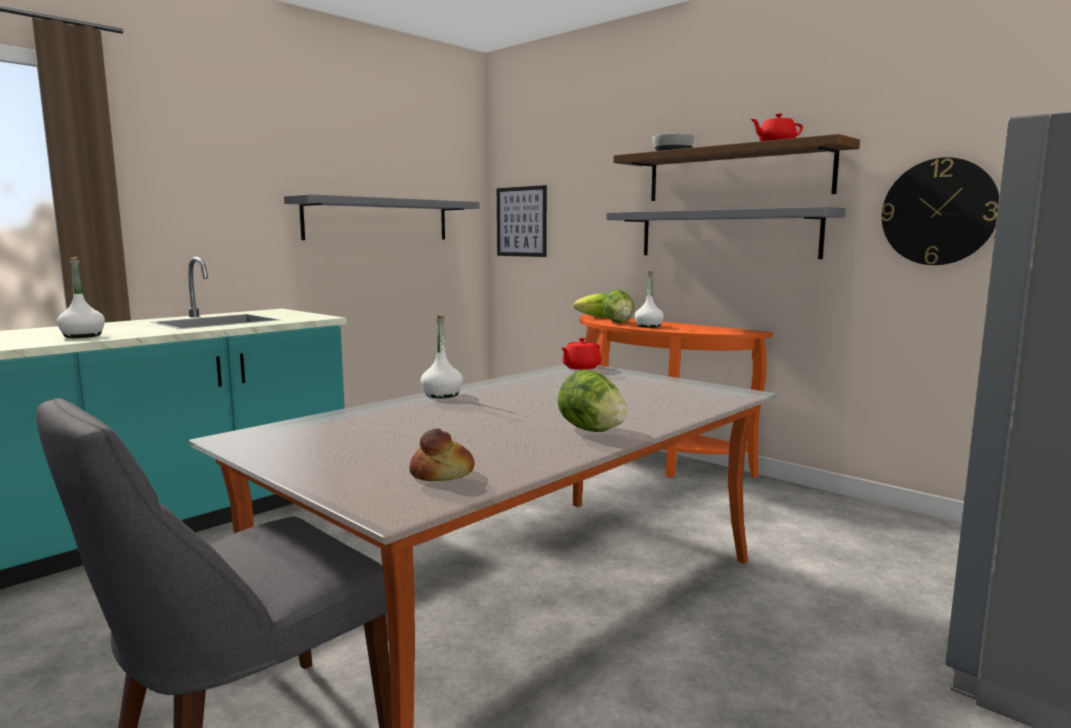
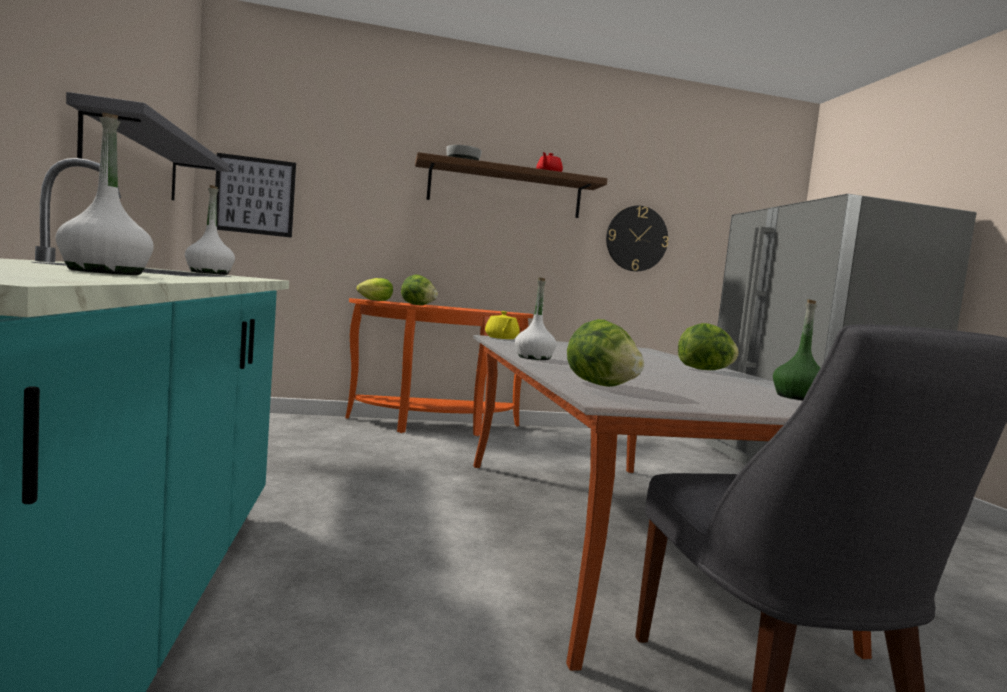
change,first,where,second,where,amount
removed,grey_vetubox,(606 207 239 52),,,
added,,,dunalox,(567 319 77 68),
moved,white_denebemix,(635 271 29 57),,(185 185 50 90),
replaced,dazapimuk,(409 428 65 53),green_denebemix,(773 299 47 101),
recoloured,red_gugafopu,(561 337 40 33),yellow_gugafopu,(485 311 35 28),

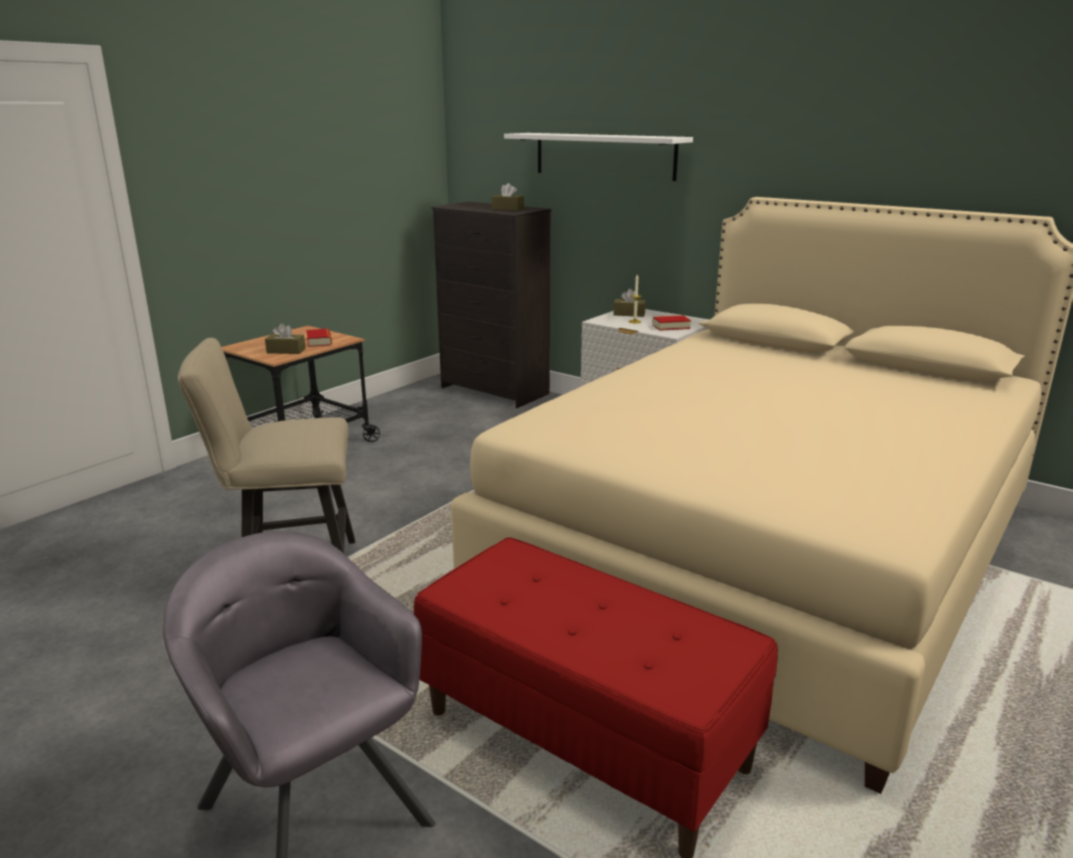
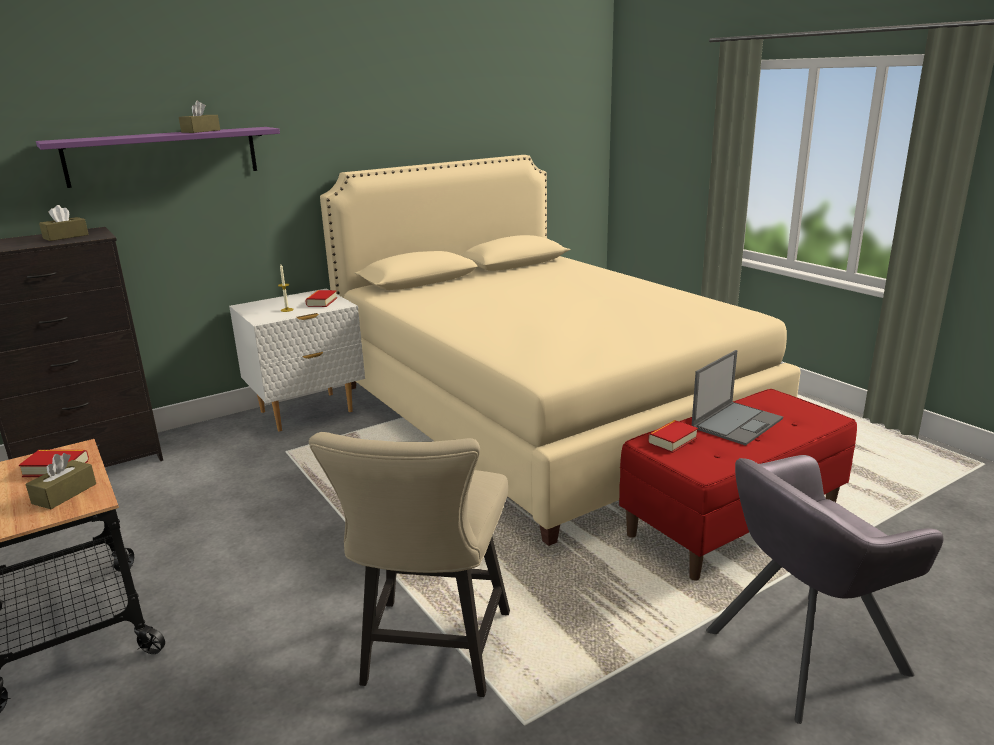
change,first,where,second,where,amount
added,,,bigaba,(648 420 50 33),
added,,,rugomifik,(691 350 92 96),
moved,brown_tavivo,(614 288 32 29),,(179 101 41 32),
recoloured,white_vetubox,(504 133 189 48),purple_vetubox,(36 127 244 61),

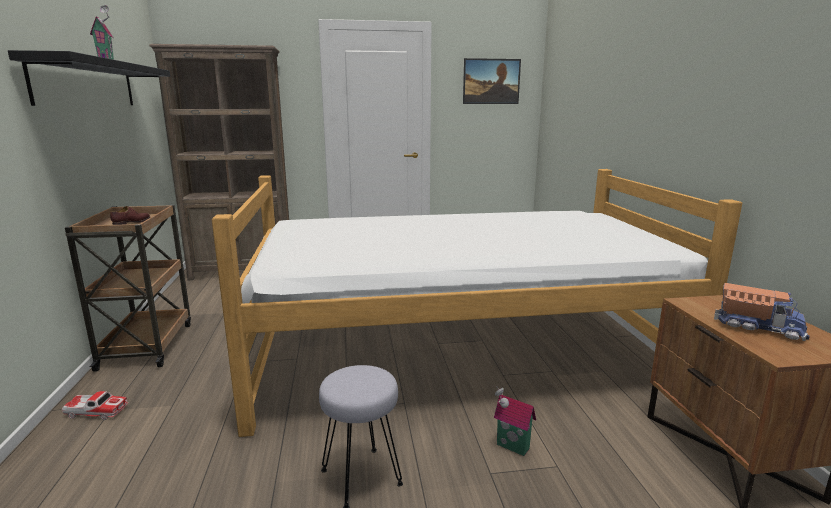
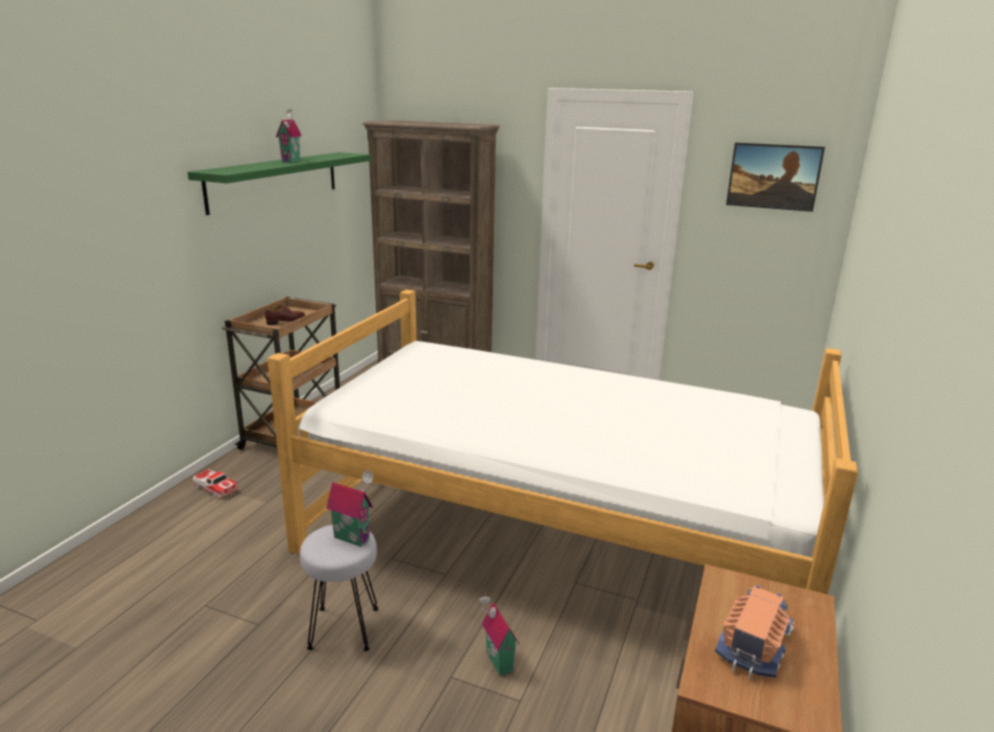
change,first,where,second,where,amount
added,,,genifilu,(326 471 47 76),
recoloured,black_vetubox,(8 50 162 56),green_vetubox,(188 152 183 63),
turned,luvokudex,(714 283 96 58),,(715 585 79 94),120 degrees counterclockwise

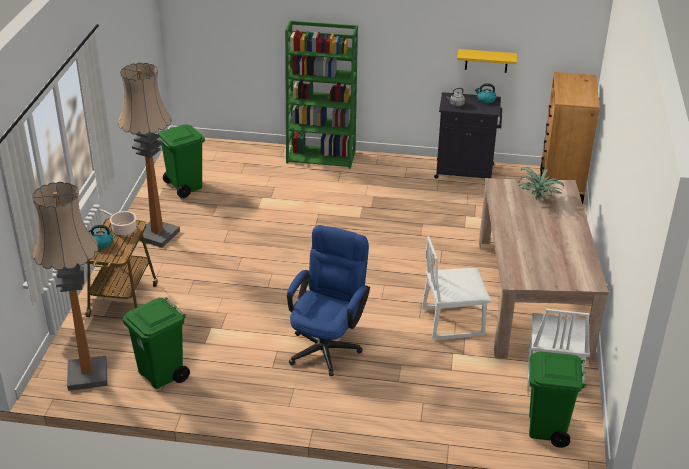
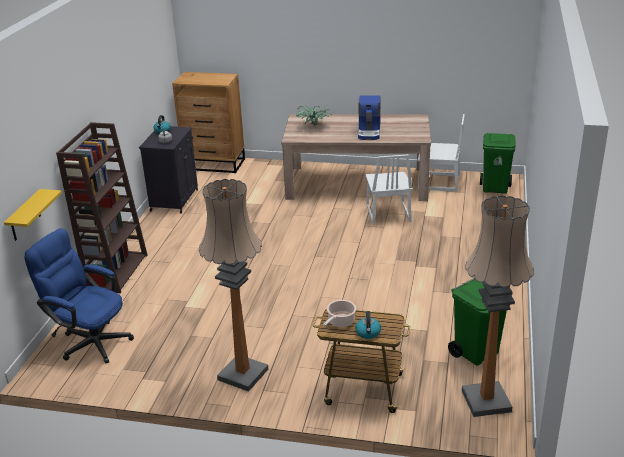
change,first,where,second,where,amount
removed,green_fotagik,(158 124 47 74),,,
added,,,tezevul,(358 95 23 45),
moved,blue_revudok,(287 225 83 151),,(24 228 110 136),
moved,yellow_vetubox,(457 49 60 24),,(4 189 58 52),
recoloured,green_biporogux,(285 21 73 148),brown_biporogux,(56 122 92 171),

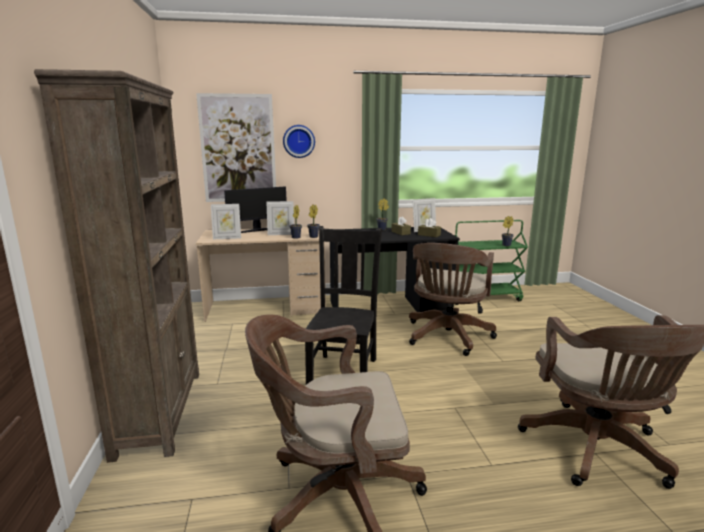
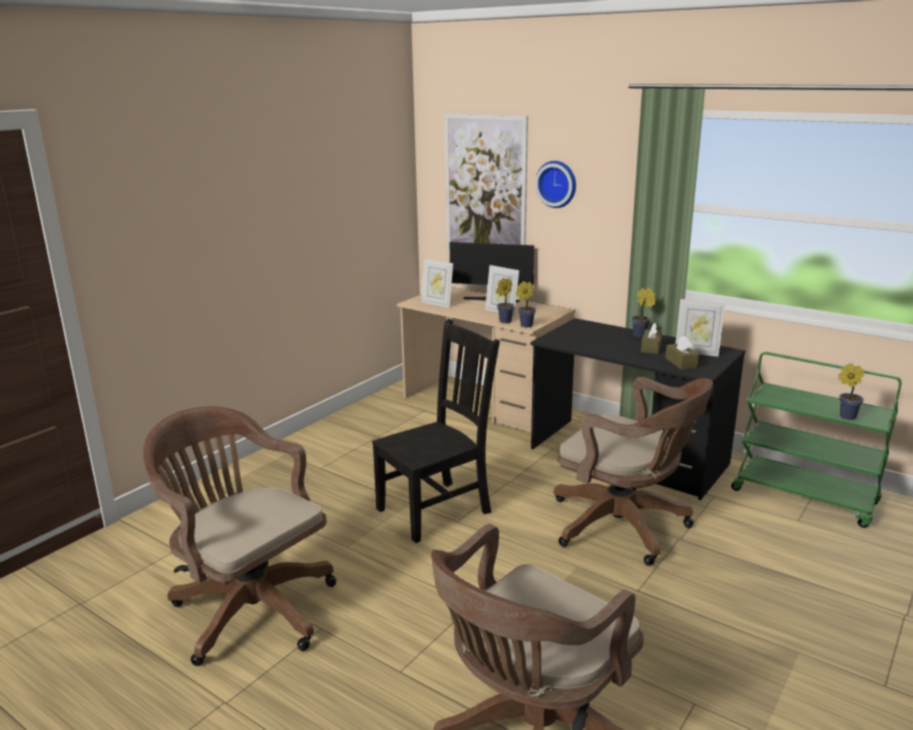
change,first,where,second,where,amount
removed,brown_biporogux,(34 69 165 394),,,
turned,brown_revudok,(409 243 88 113),,(554 377 159 189),120 degrees counterclockwise

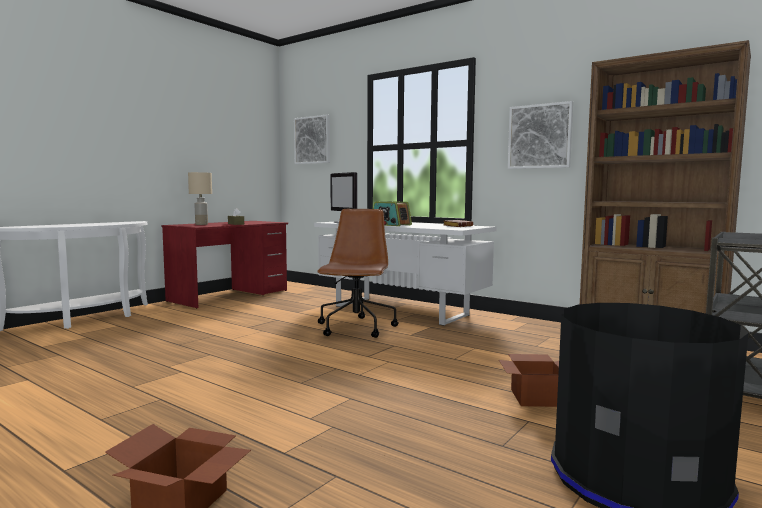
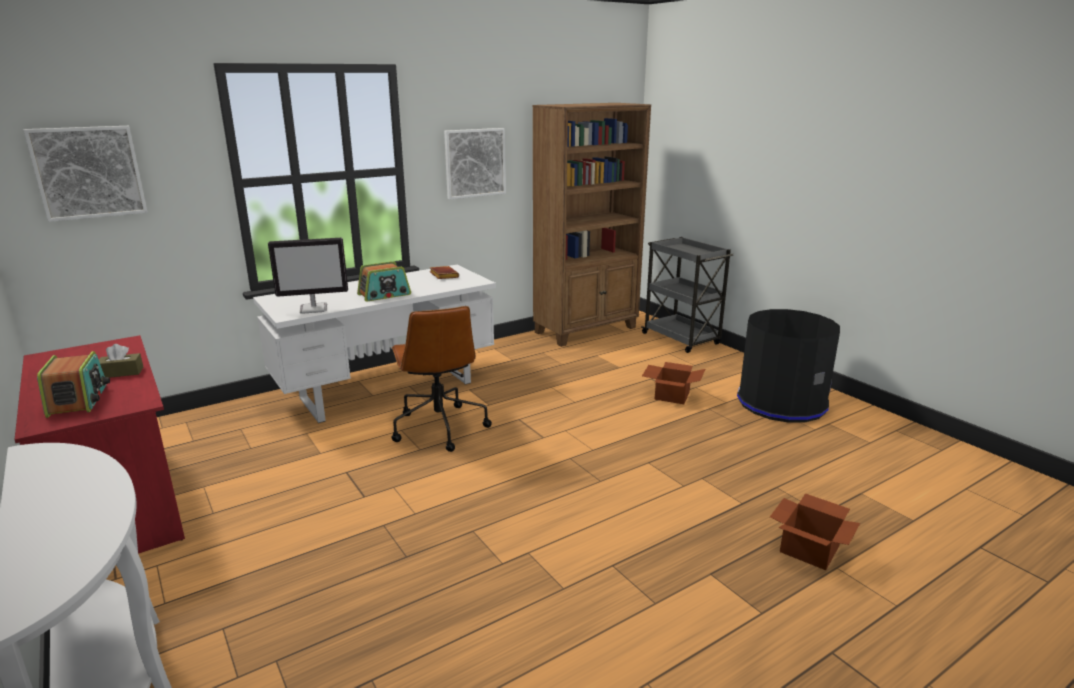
change,first,where,second,where,amount
replaced,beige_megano,(188 172 24 53),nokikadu,(37 351 73 67),
turned,brown_revudok,(317 209 82 129),,(391 306 101 146),135 degrees counterclockwise

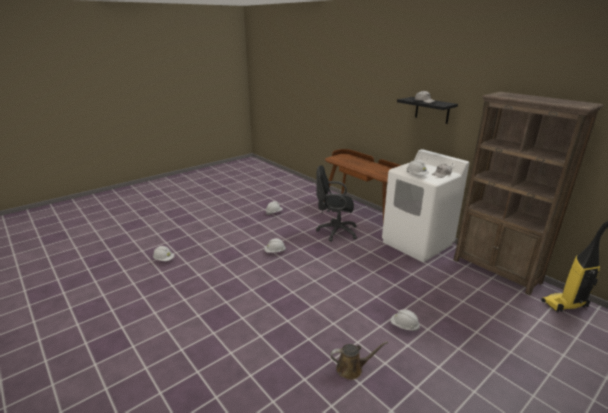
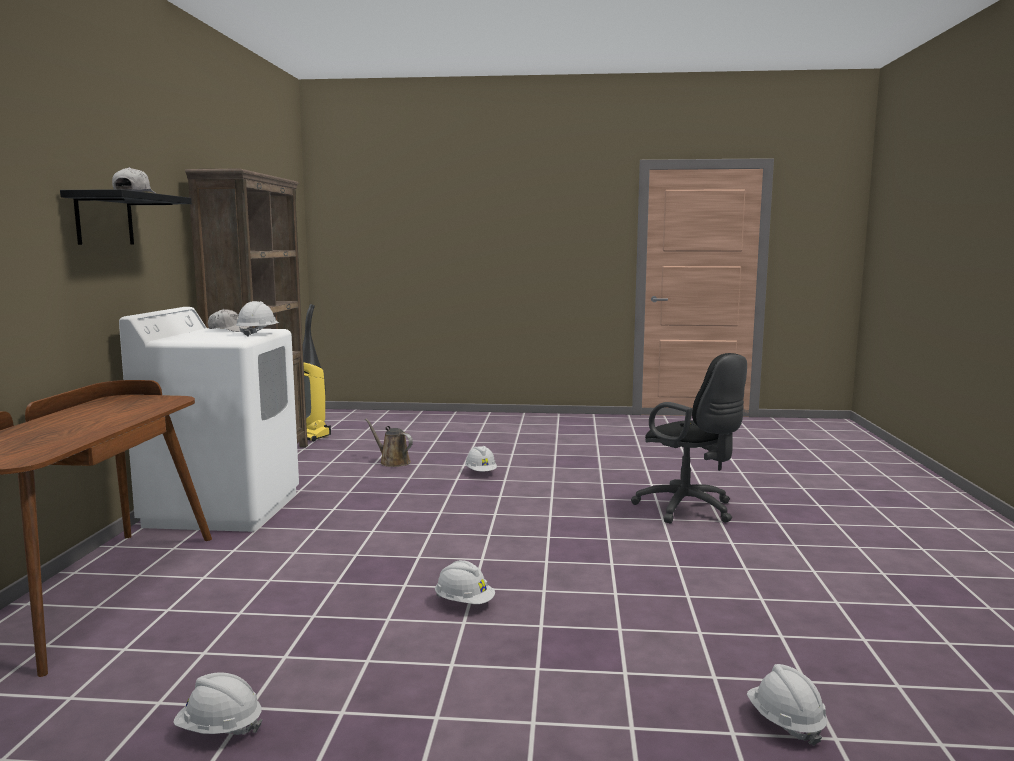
change,first,where,second,where,amount
moved,black_revudok,(316 166 41 76),,(631 353 116 170),
moved,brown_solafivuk,(330 341 58 39),,(365 418 48 49),

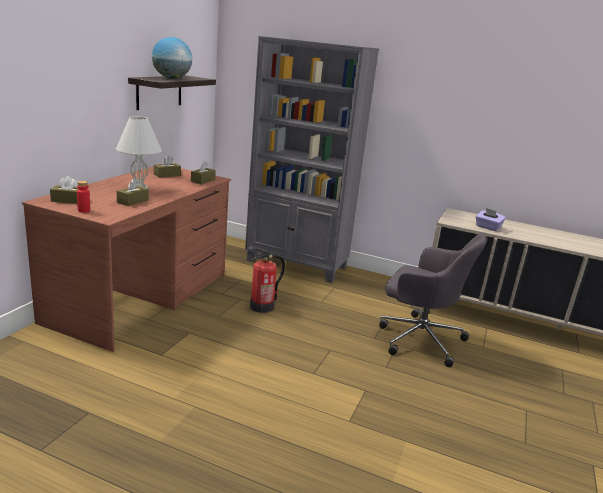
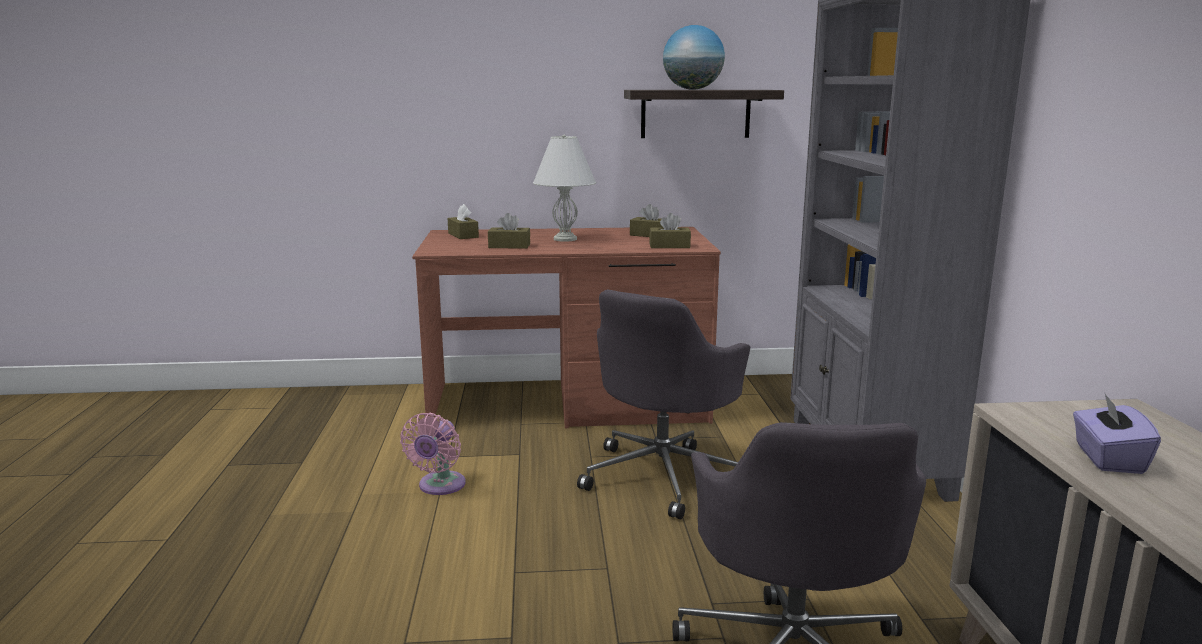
change,first,where,second,where,amount
removed,red_denebemix,(77 181 13 32),,,
added,,,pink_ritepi,(400 413 66 82),
replaced,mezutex,(250 248 35 65),grey_revudok,(577 290 173 229),

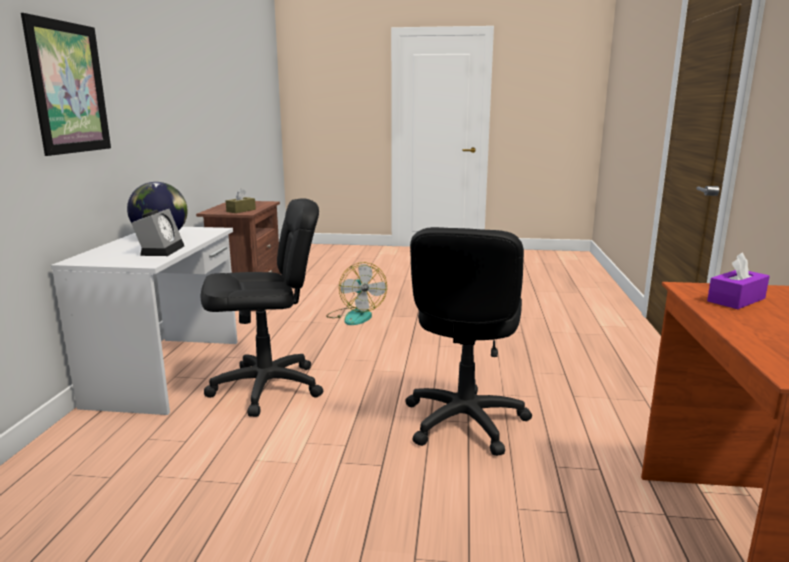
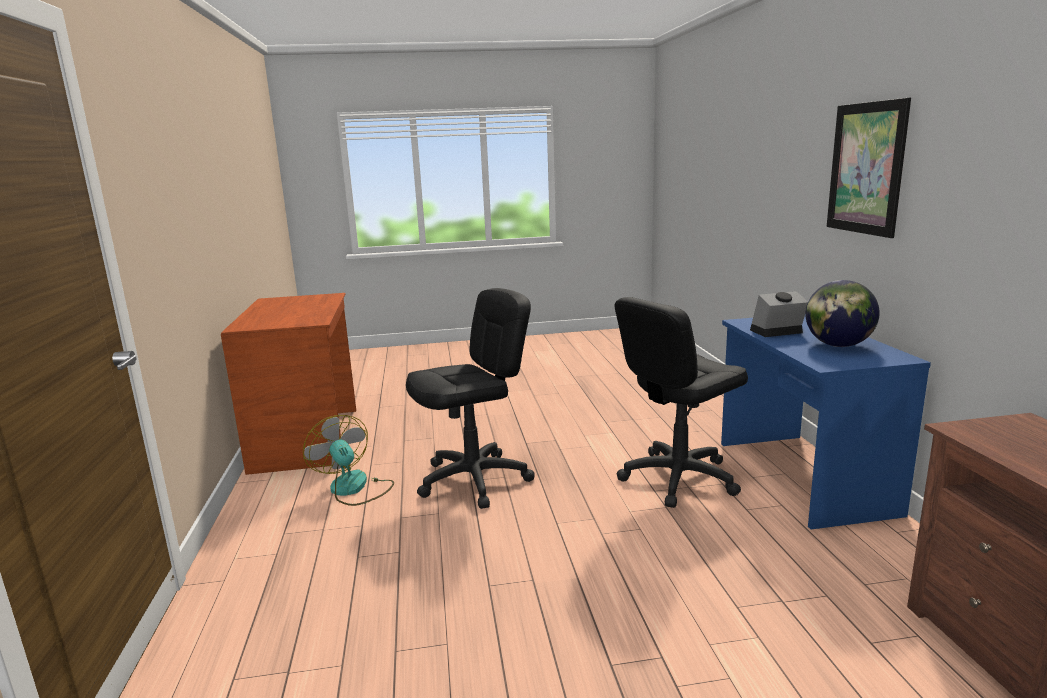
change,first,where,second,where,amount
removed,brown_tavivo,(226 188 30 25),,,
removed,purple_tavivo,(707 252 63 57),,,
moved,ritepi,(326 262 61 63),,(303 415 91 91),
recoloured,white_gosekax,(51 227 187 188),blue_gosekax,(721 313 210 216),
turned,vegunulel,(131 209 53 47),,(750 291 58 46),90 degrees clockwise
turned,black_revudok,(405 227 127 229),,(406 288 129 221),60 degrees clockwise

